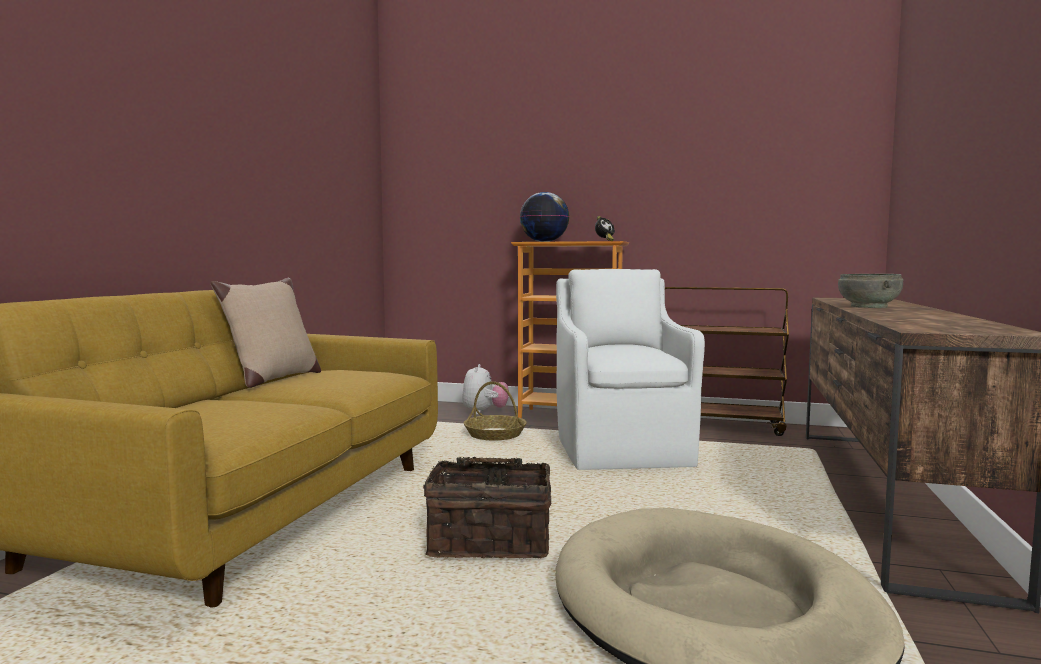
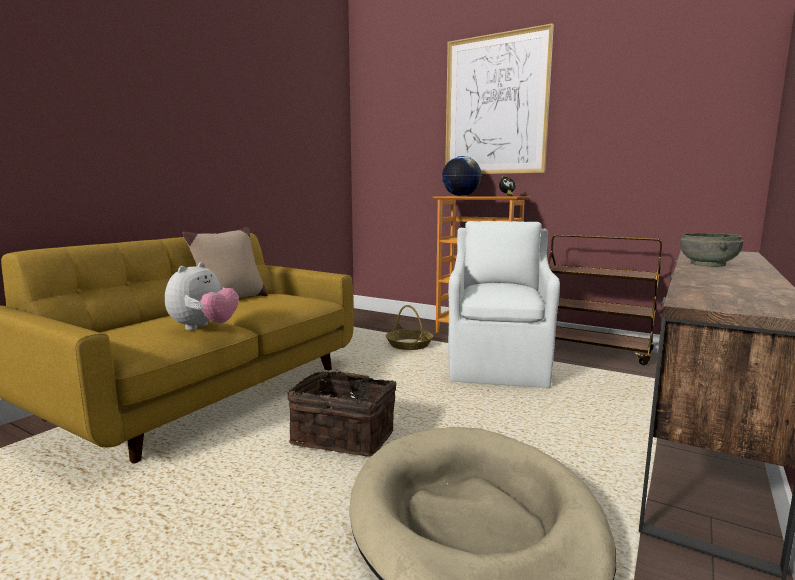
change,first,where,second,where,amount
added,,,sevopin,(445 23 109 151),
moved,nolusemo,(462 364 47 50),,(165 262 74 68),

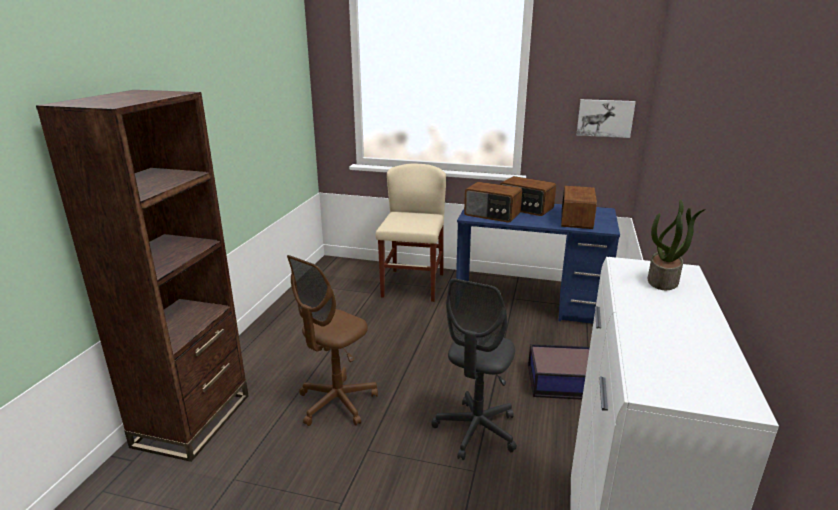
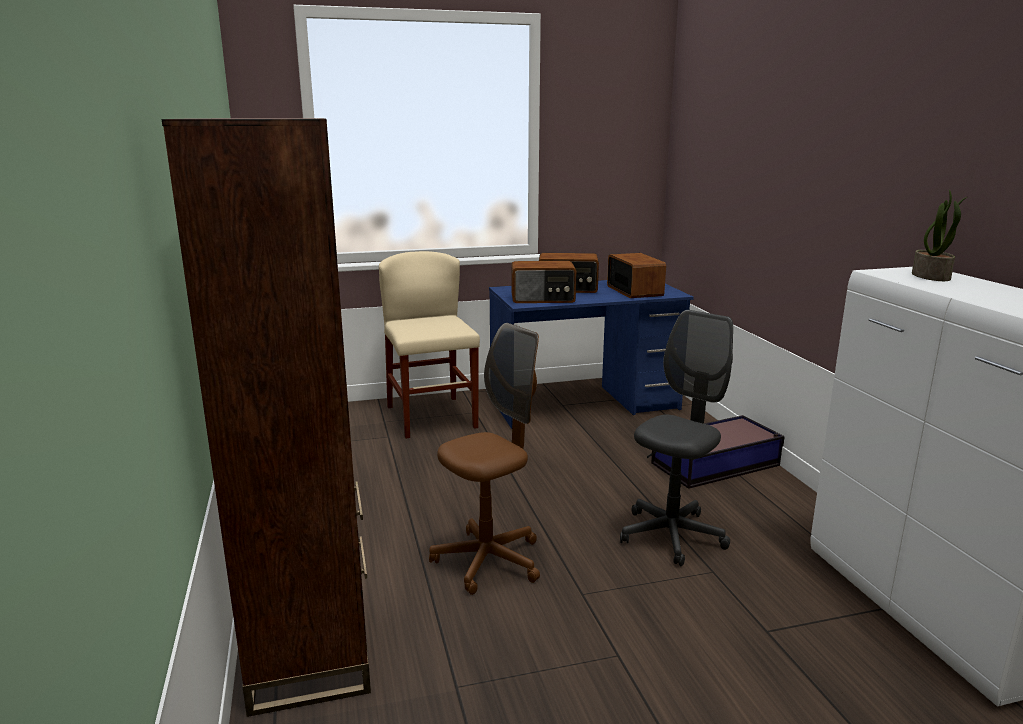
change,first,where,second,where,amount
removed,sevopin,(576 99 60 39),,,
turned,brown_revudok,(287 255 91 171),,(429 323 111 272),135 degrees counterclockwise
turned,grey_revudok,(431 278 86 182),,(620 310 113 257),135 degrees counterclockwise

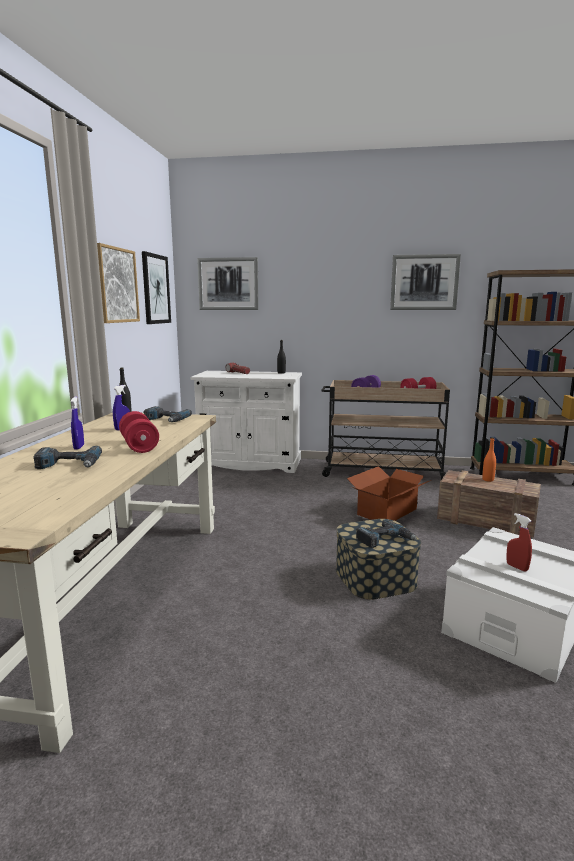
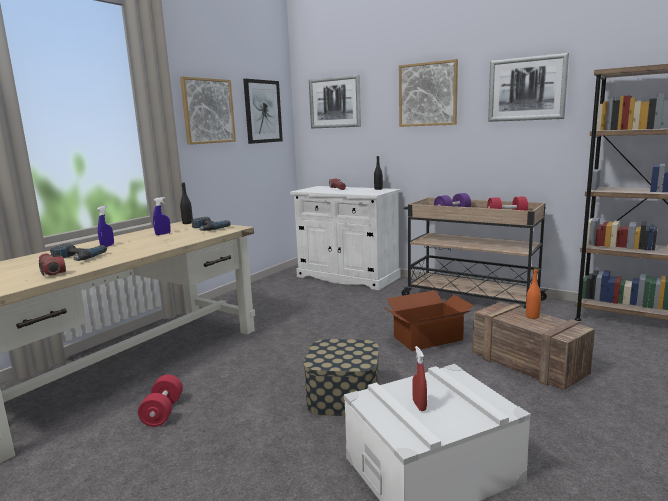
change,first,where,second,where,amount
removed,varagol,(356 519 61 29),,,
added,,,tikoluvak,(39 253 27 23),
added,,,sevopin,(399 59 59 68),
moved,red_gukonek,(119 411 40 42),,(138 375 45 52),

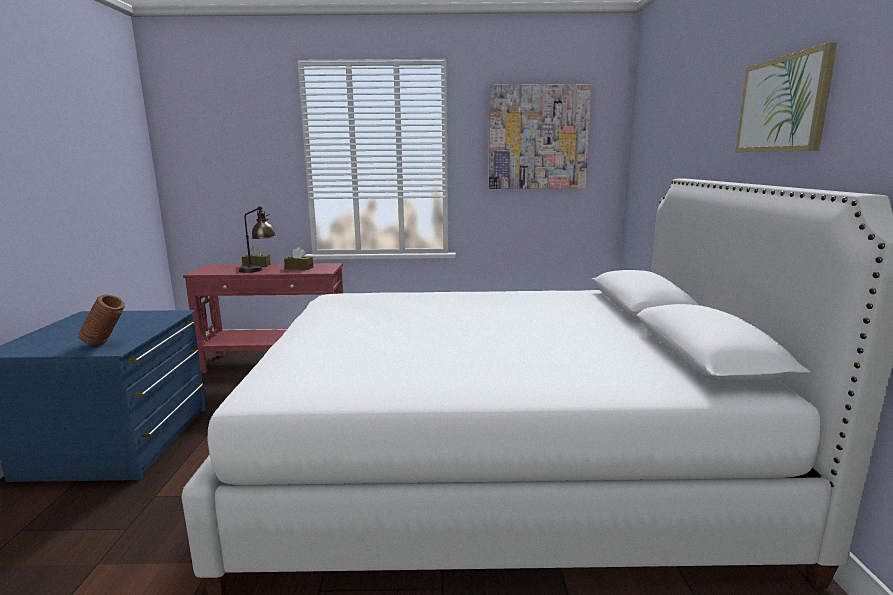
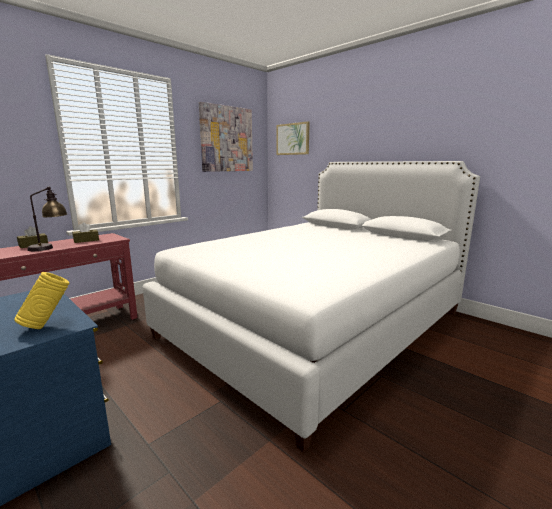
change,first,where,second,where,amount
moved,sevopin,(736 42 102 110),,(277 122 33 33),
recoloured,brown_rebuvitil,(78 294 47 51),yellow_rebuvitil,(14 272 56 57),

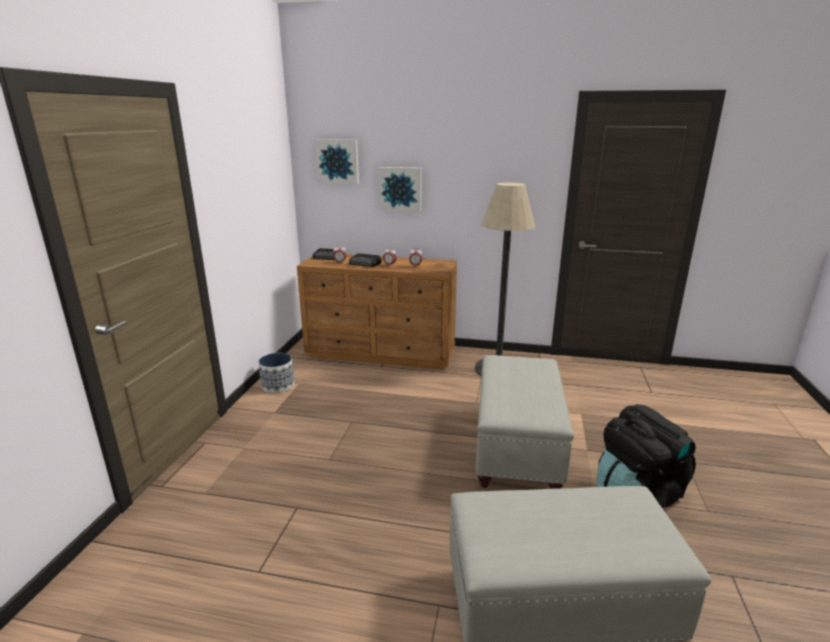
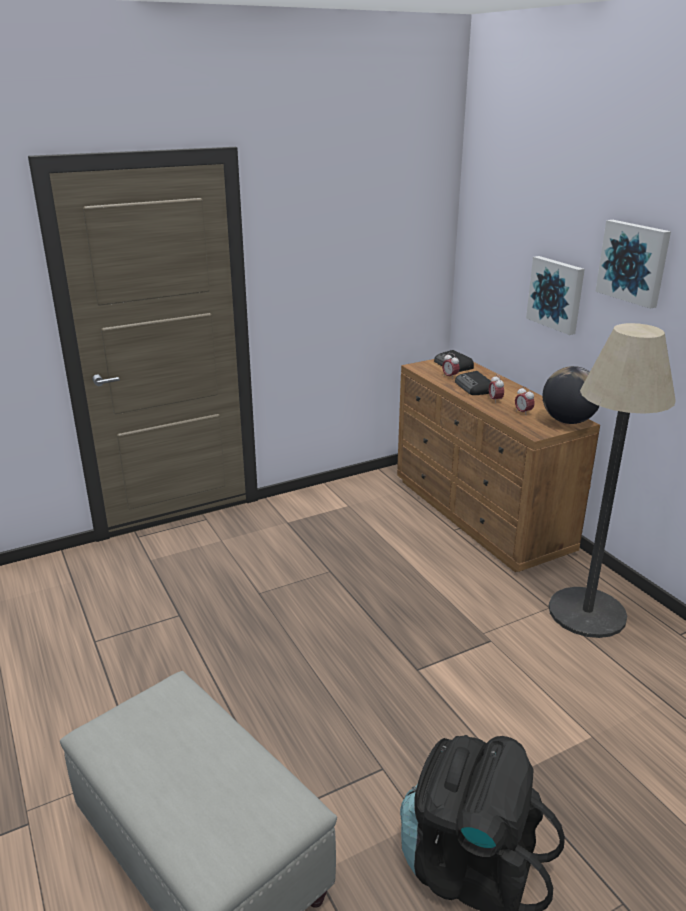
change,first,where,second,where,amount
removed,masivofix,(258 353 36 40),,,
removed,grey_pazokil,(476 355 98 134),,,
added,,,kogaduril,(543 366 57 58),
moved,sevopin,(315 139 44 45),,(595 220 76 89),

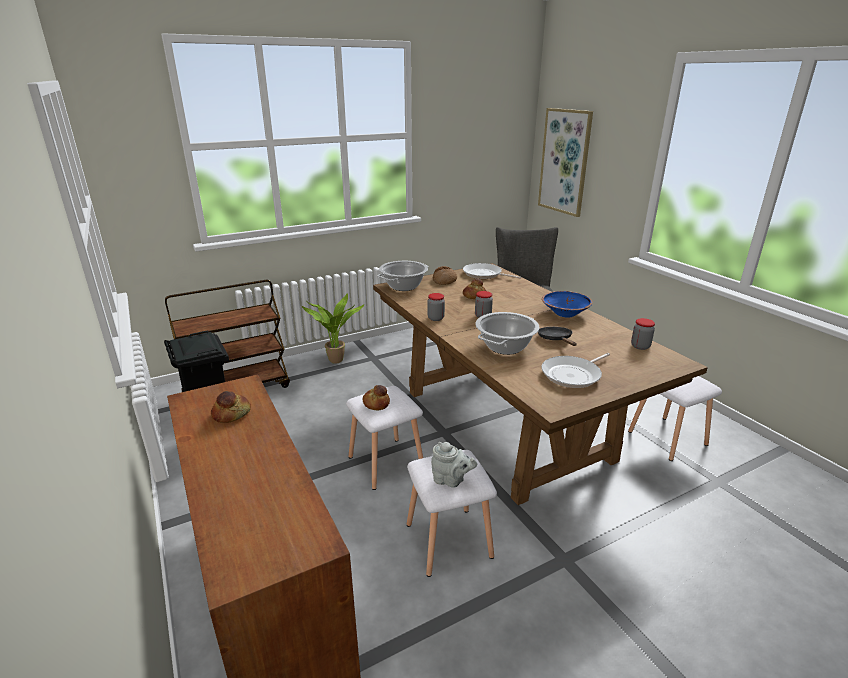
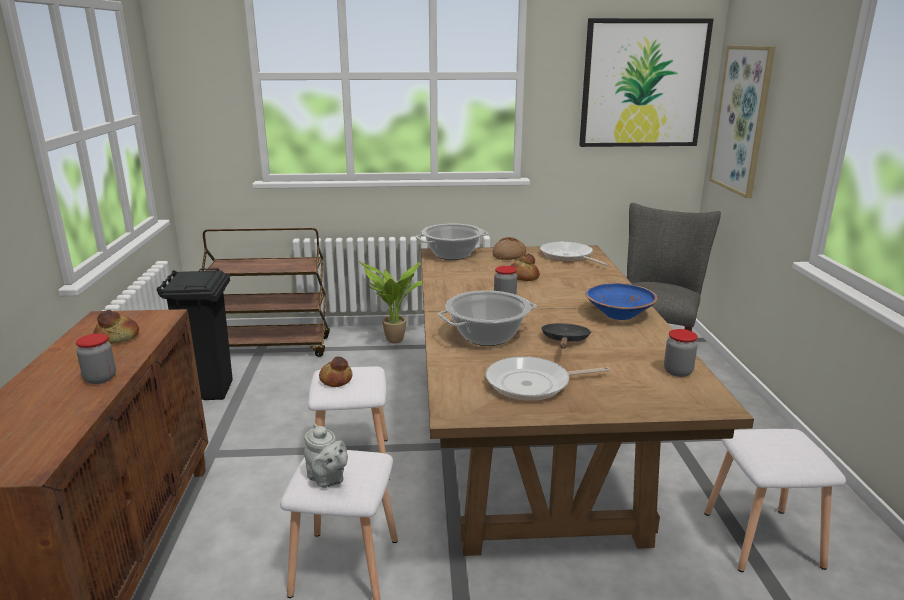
change,first,where,second,where,amount
added,,,sevopin,(579 18 135 129),
moved,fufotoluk,(428 293 17 28),,(76 333 40 51),

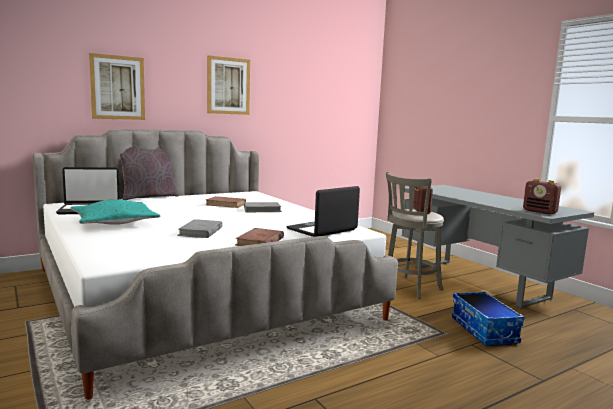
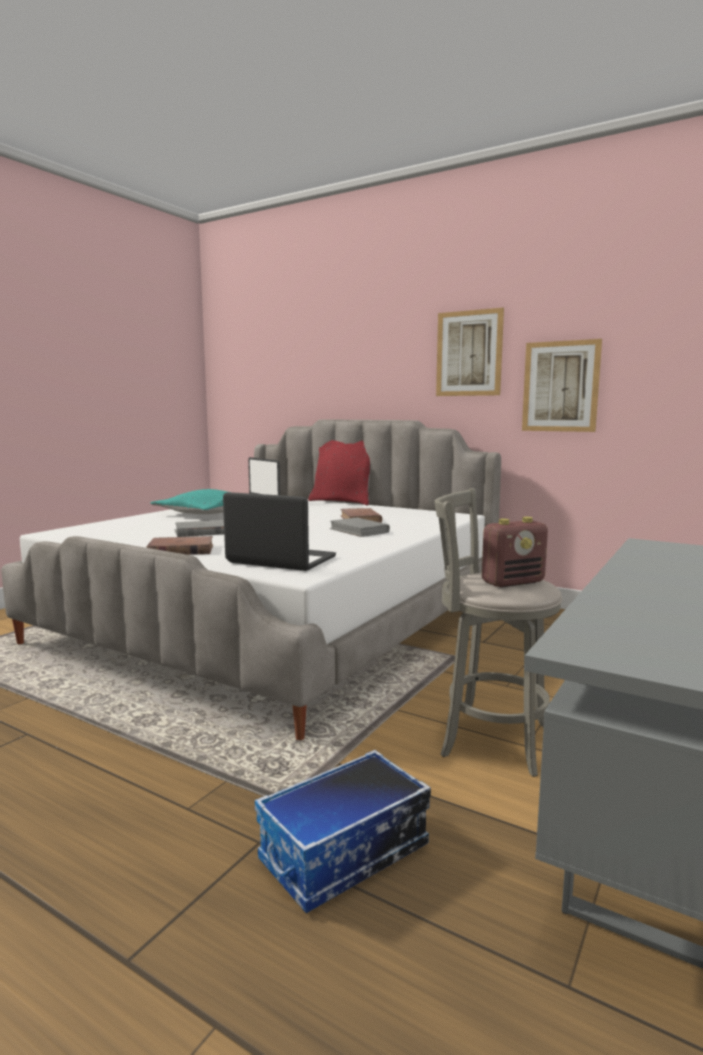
change,first,where,second,where,amount
removed,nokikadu,(523 179 38 35),,,
moved,sevopin,(89 53 56 67),,(522 339 80 93),
recoloured,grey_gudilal,(120 146 59 54),red_gudilal,(308 440 62 66),

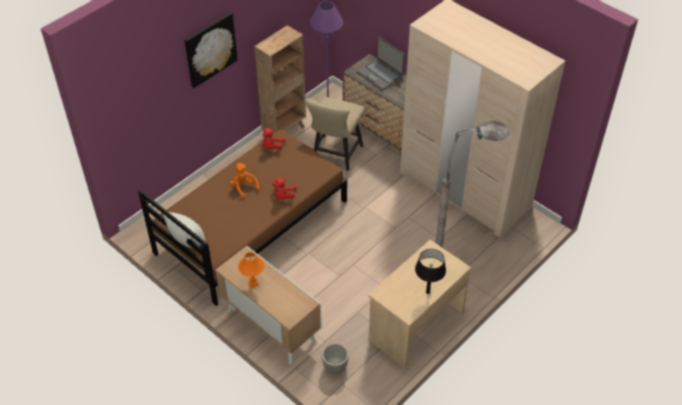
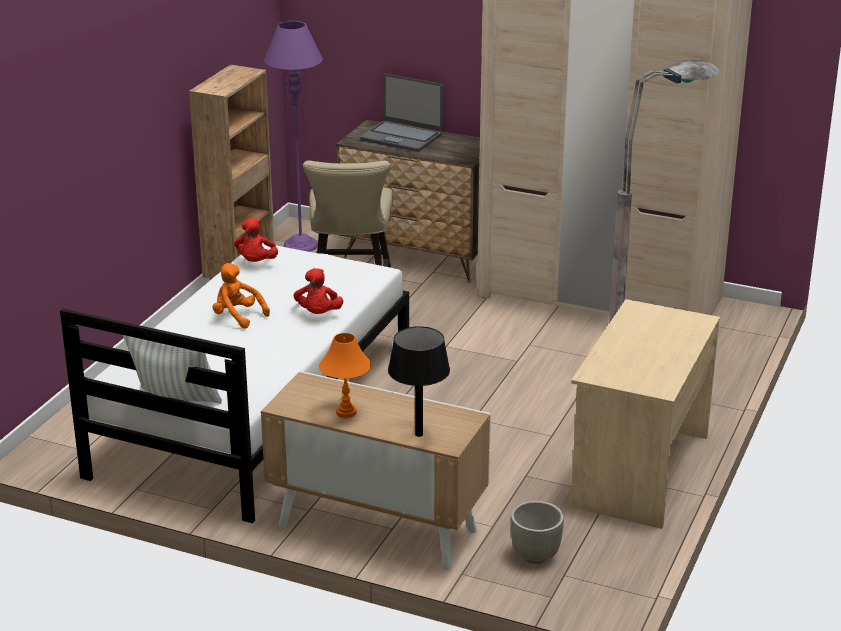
change,first,where,second,where,amount
removed,sevopin,(184 12 54 76),,,
moved,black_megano,(415 249 31 45),,(388 326 62 111),
recoloured,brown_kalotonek,(138 129 209 177),white_kalotonek,(60 243 349 280),

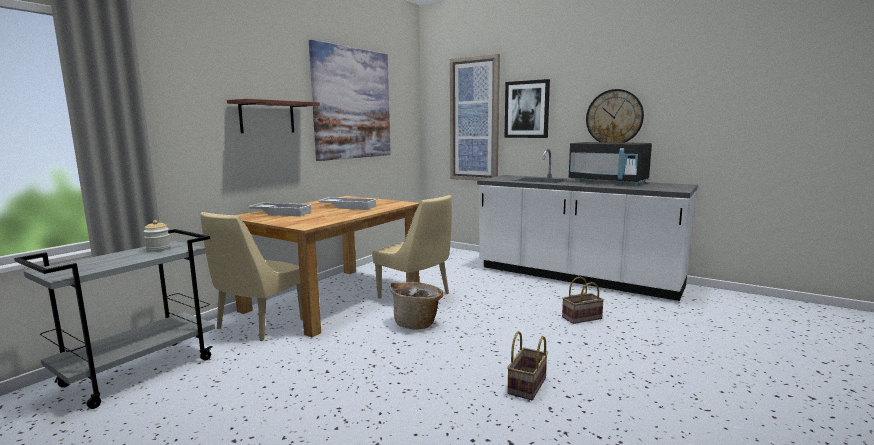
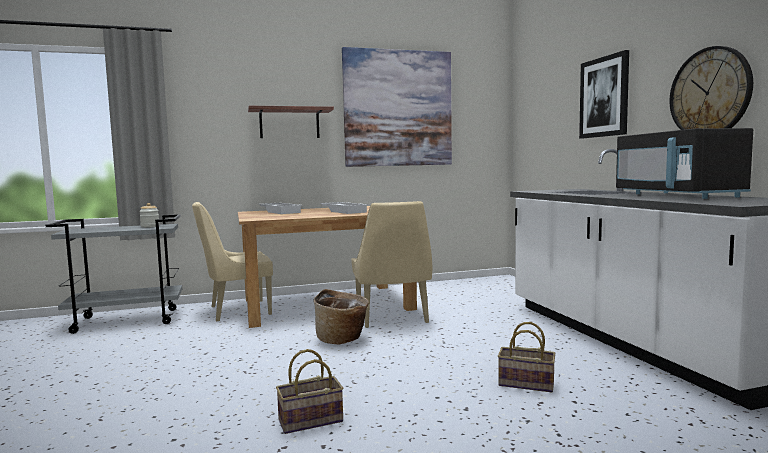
change,first,where,second,where,amount
removed,sevopin,(450 54 50 127),,,

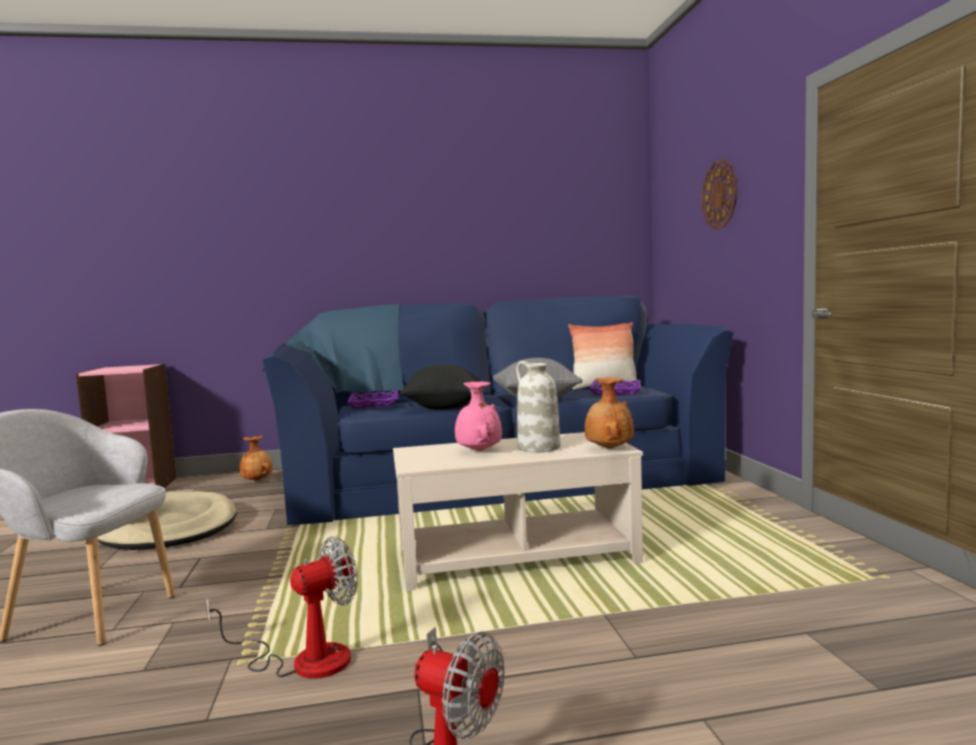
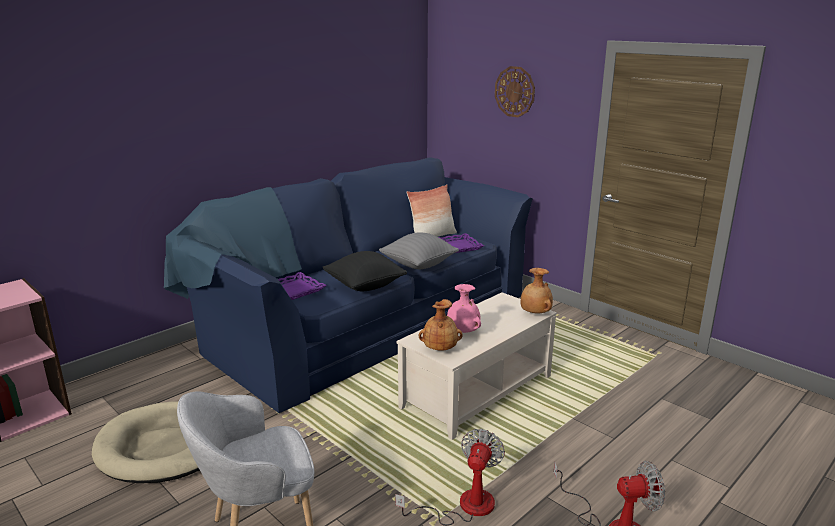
change,first,where,second,where,amount
removed,white_rebuvitil,(516 360 44 92),,,
moved,brown_rebuvitil,(240 436 32 45),,(419 299 43 52),

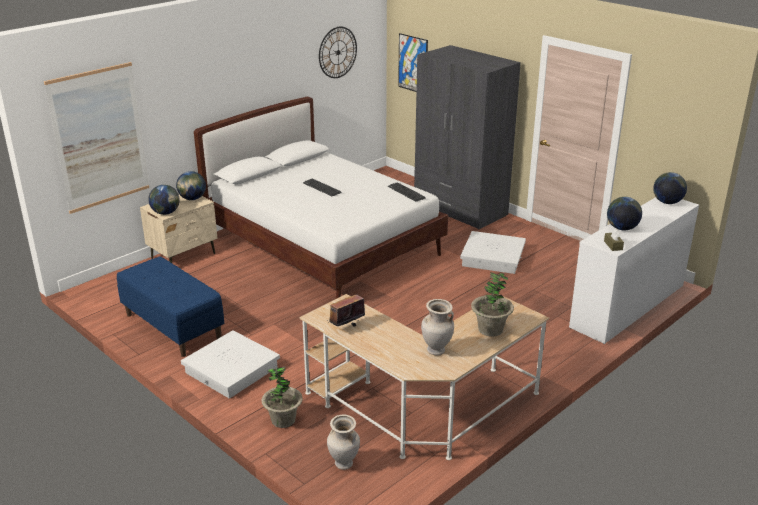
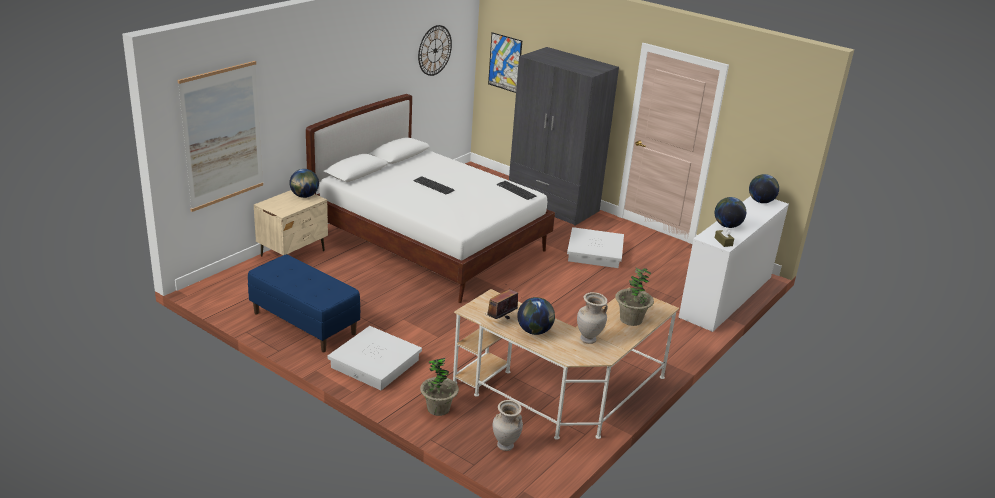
change,first,where,second,where,amount
moved,kogaduril,(148 185 32 30),,(517 297 38 38),

